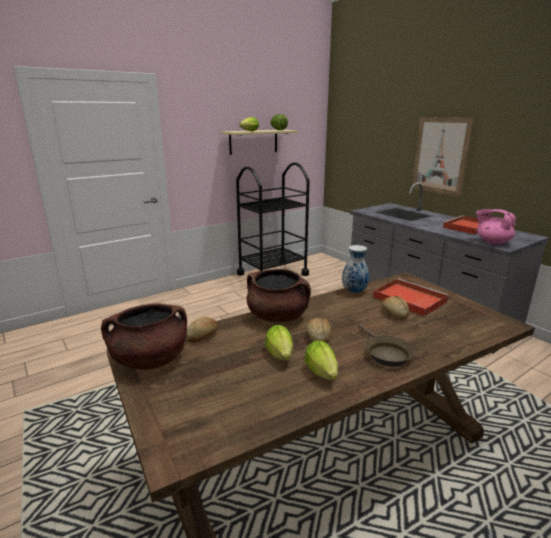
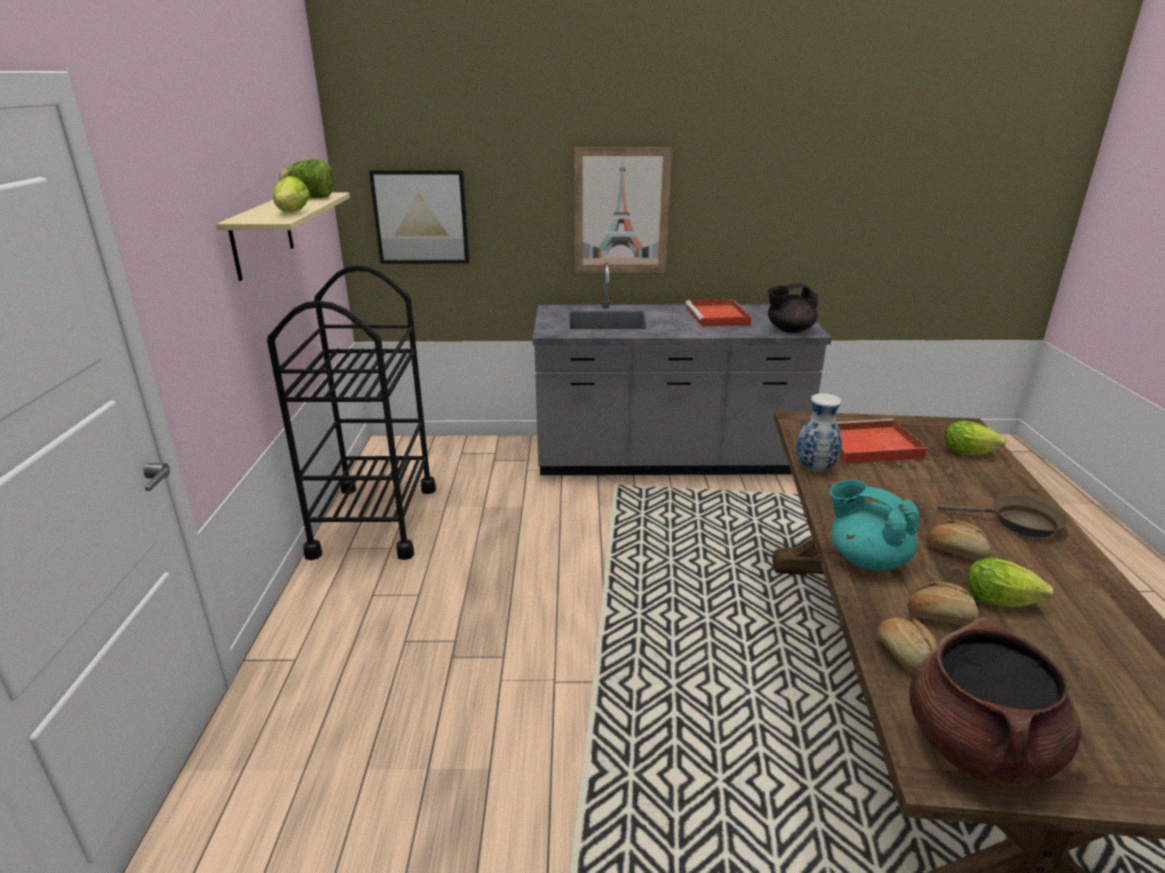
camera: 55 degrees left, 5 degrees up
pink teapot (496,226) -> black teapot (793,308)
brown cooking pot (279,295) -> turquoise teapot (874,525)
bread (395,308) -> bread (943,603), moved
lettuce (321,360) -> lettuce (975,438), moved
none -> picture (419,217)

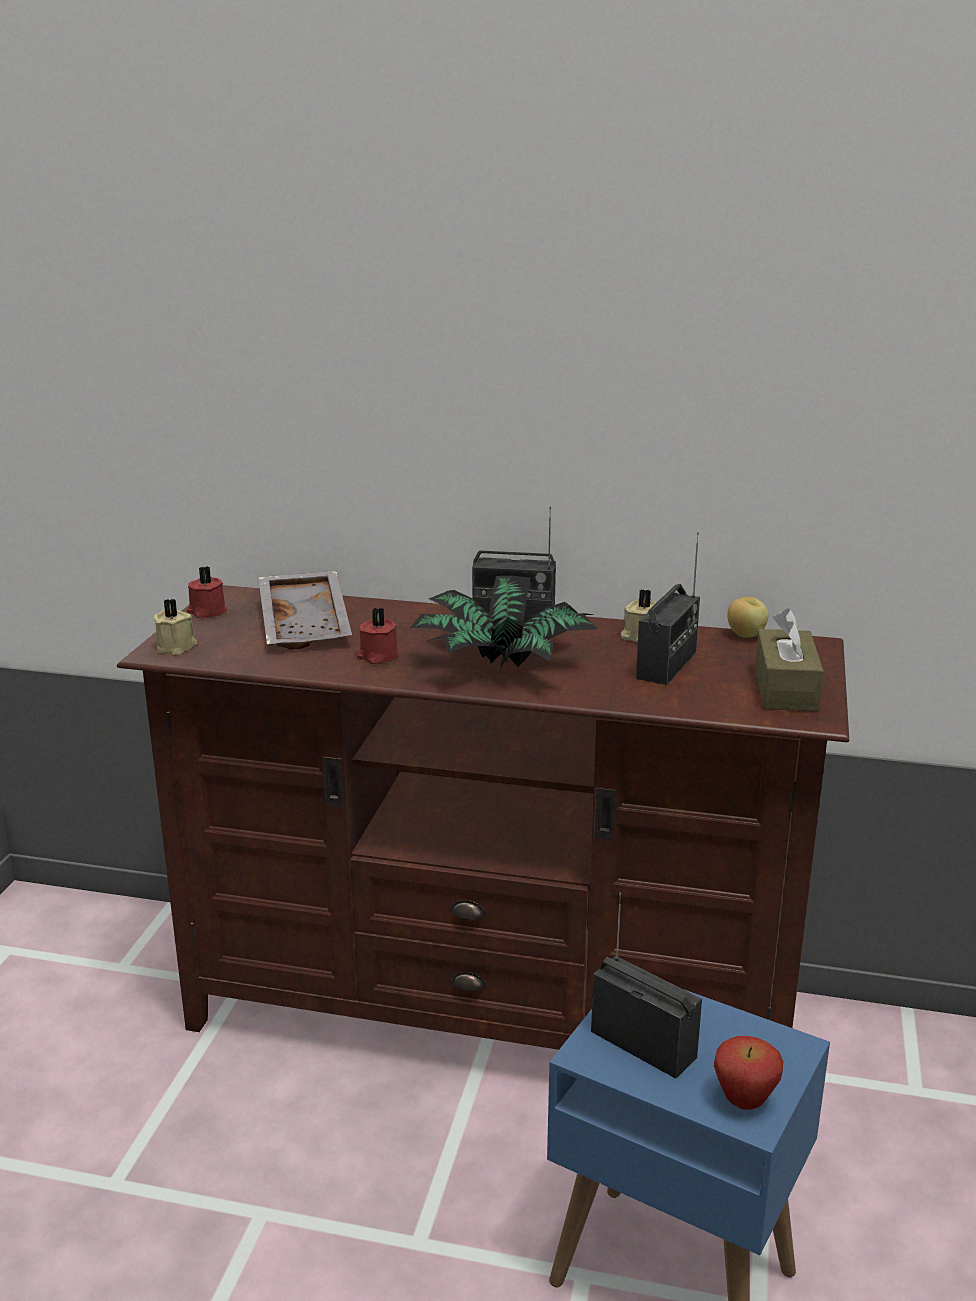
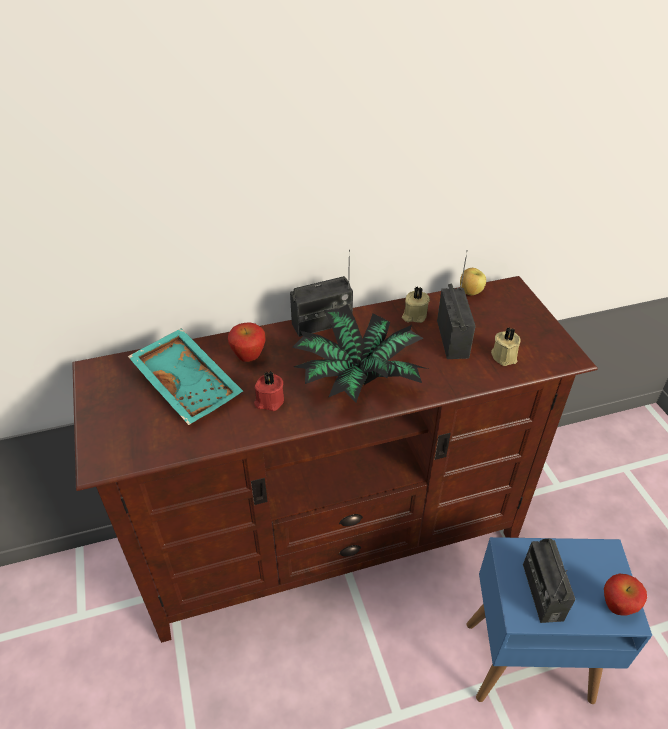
camera: 30 degrees left, 20 degrees up
red candle (207,592) -> none
grey tray (305,610) -> turquoise tray (185,376)
beige candle (175,627) -> beige candle (506,347), moved
brown tissue box (789,660) -> none
radio (646,985) -> radio (549,580), 105 degrees counterclockwise
none -> apple (246,342)

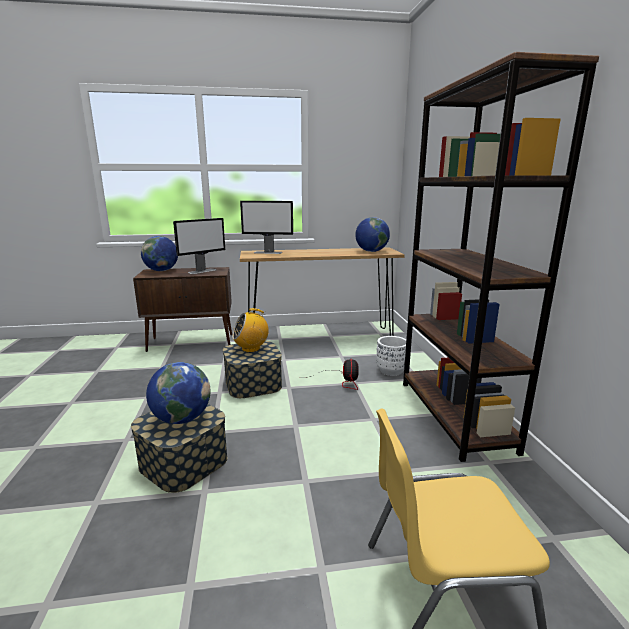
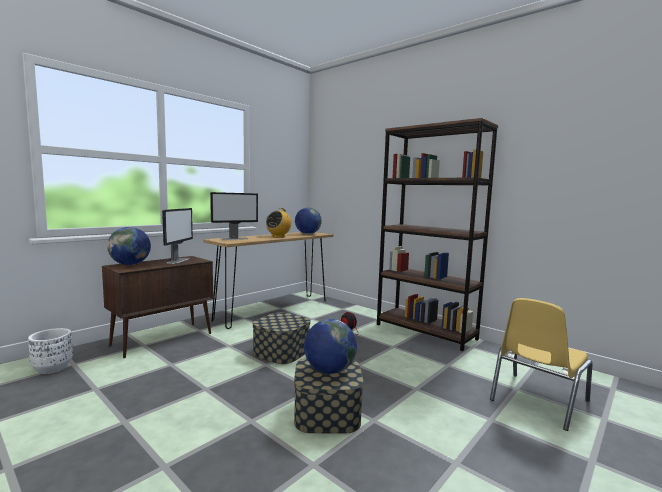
camera: 40 degrees left, 10 degrees down
radio (250,330) -> radio (278,223), moved
white planter (391,356) -> white planter (50,351), moved

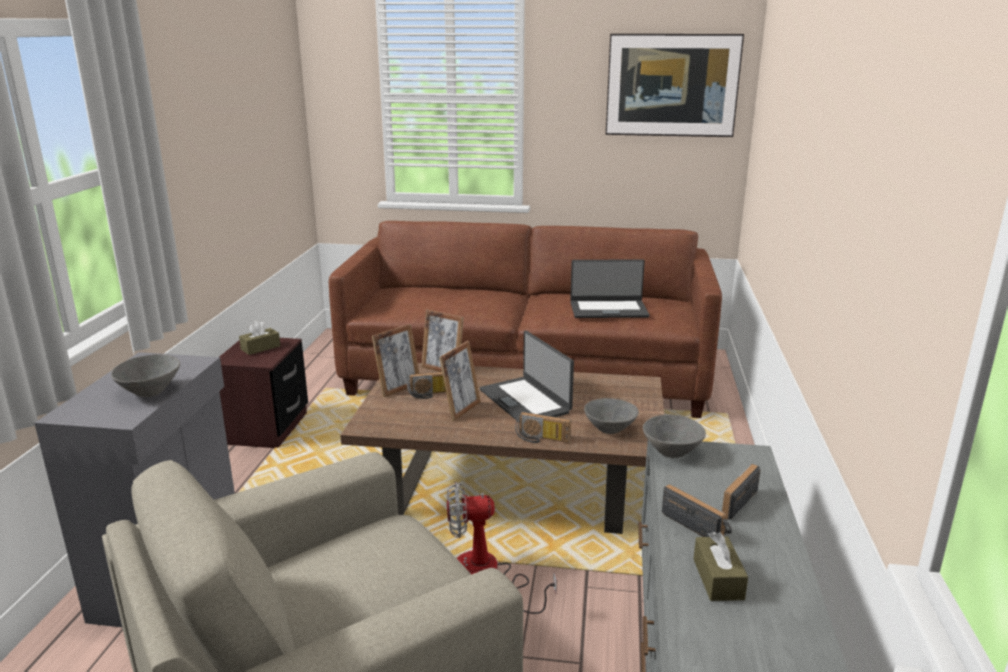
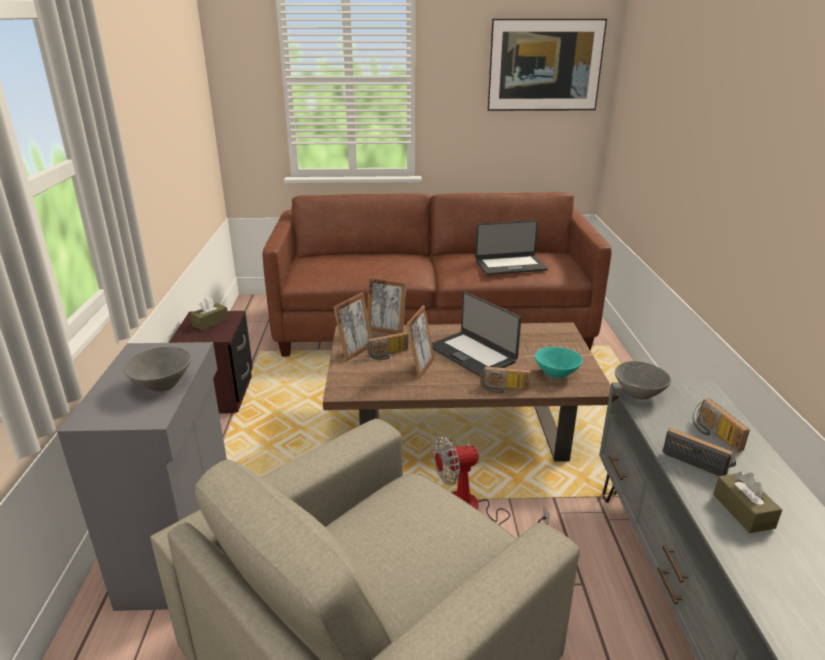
camera: 10 degrees left, 5 degrees up
grey bowl (611,416) -> turquoise bowl (559,363)
radio (741,492) -> radio (721,425), 45 degrees counterclockwise

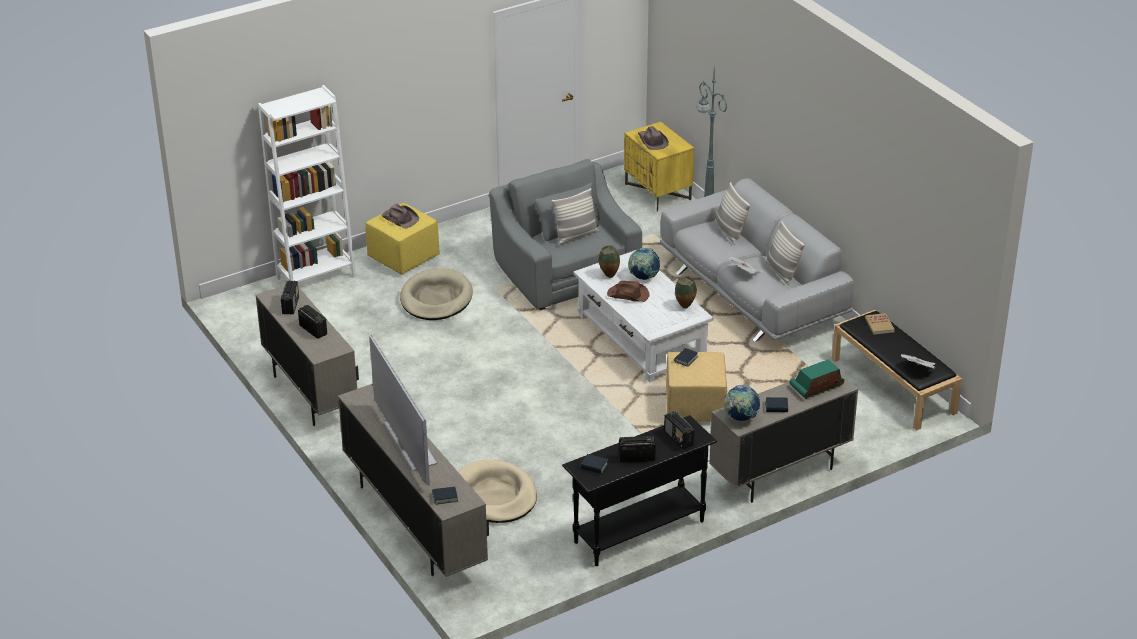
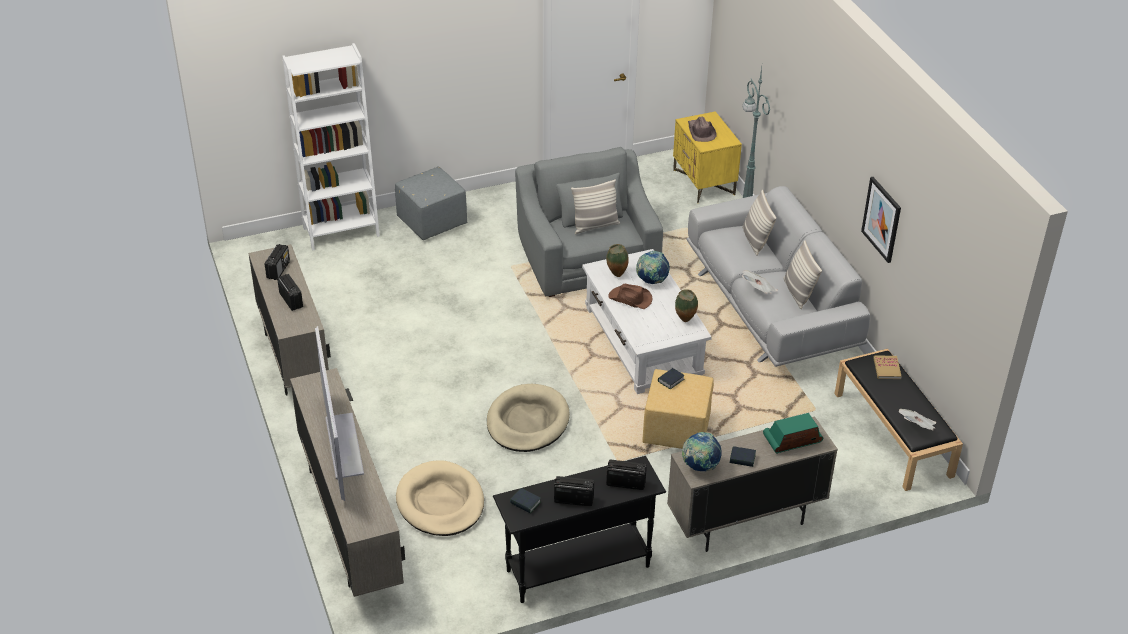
camera: 10 degrees right, 5 degrees up
yellow ottoman (402,238) -> grey ottoman (431,203)
brown hat (400,216) -> none
beige dog bed (436,294) -> beige dog bed (528,418), moved
radio (679,430) -> radio (626,474), 120 degrees clockwise
book (445,496) -> none
none -> picture (881,220)

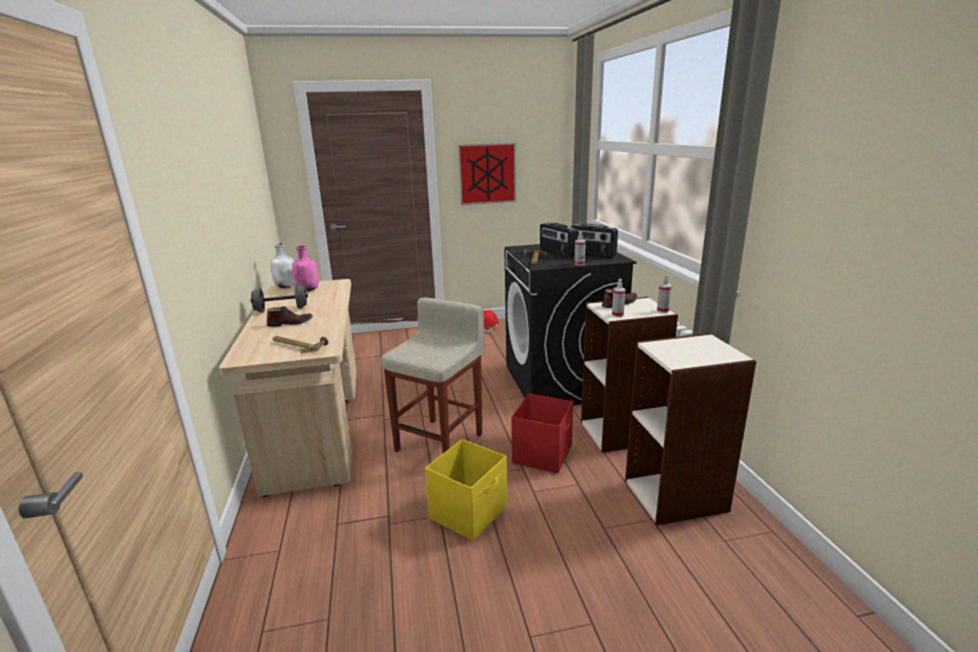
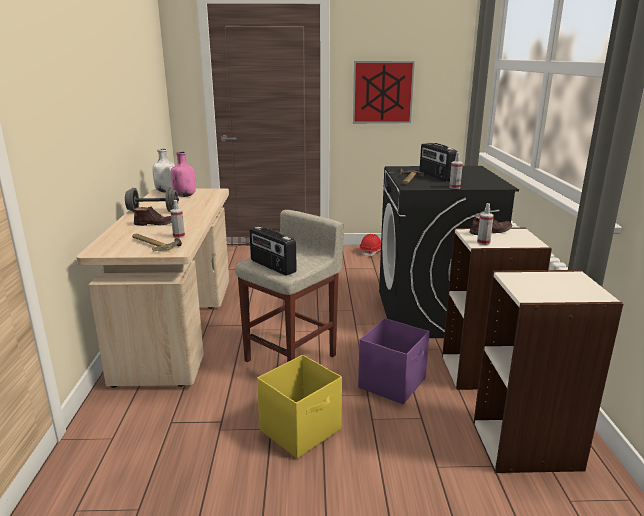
camera: 10 degrees right, 0 degrees up
radio (594,241) -> radio (273,251), moved
spray bottle (664,294) -> spray bottle (177,219), moved
red storage box (542,433) -> purple storage box (394,361)

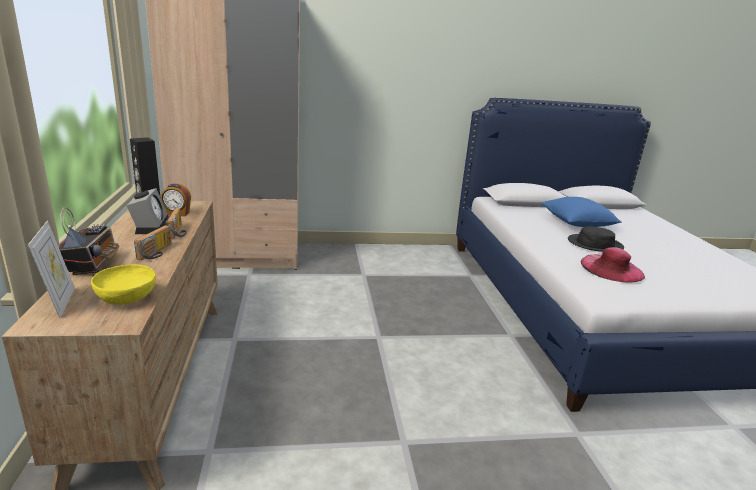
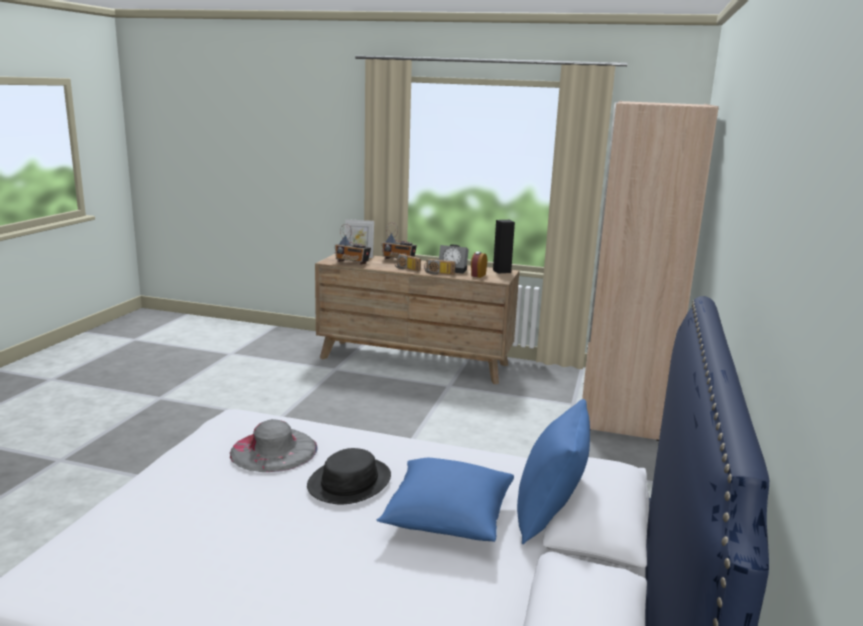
camera: 115 degrees right, 5 degrees down
pink hat (612,265) -> grey hat (273,445)
yellow bowl (123,284) -> radio (353,244)
none -> blue pillow (553,471)

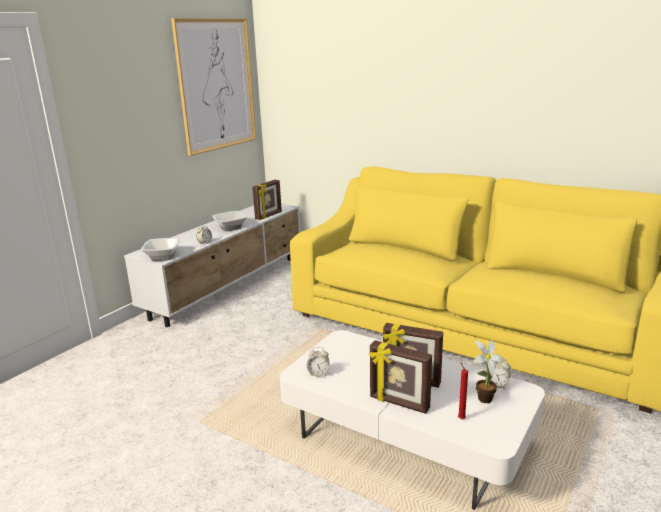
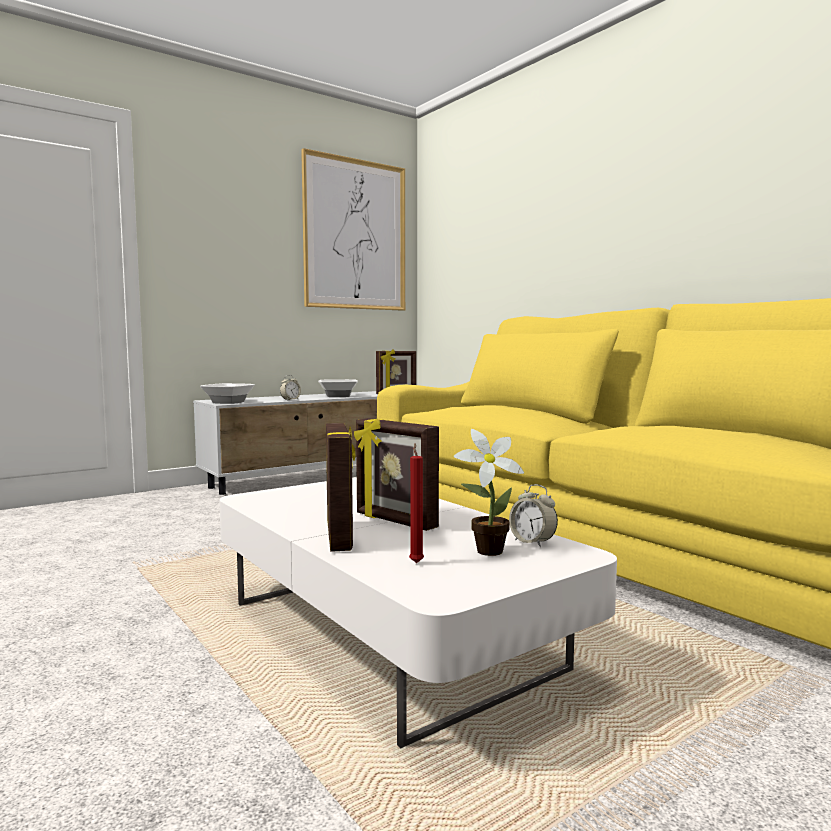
camera: 20 degrees right, 15 degrees down
picture frame (400,377) -> picture frame (340,487), 150 degrees counterclockwise
alarm clock (317,362) -> none

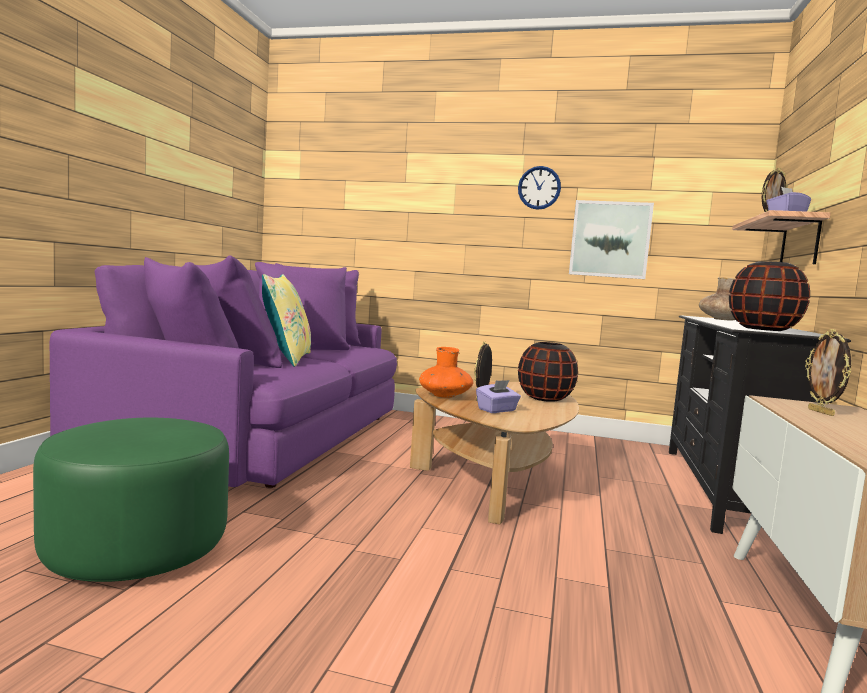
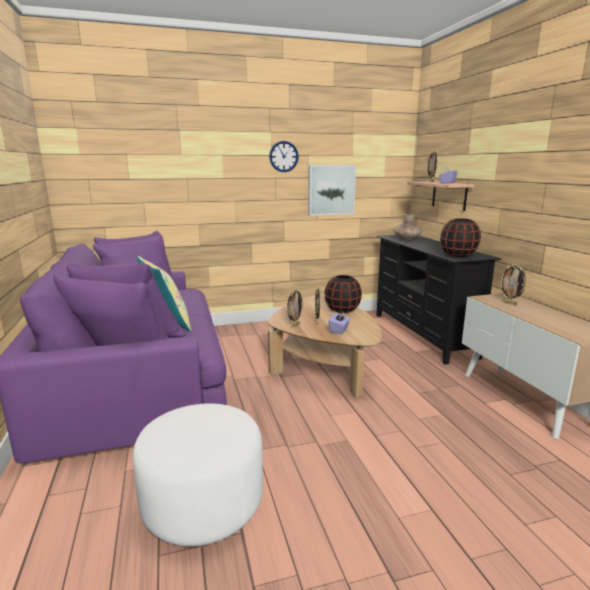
camera: 30 degrees left, 10 degrees up
orange vase (446,372) -> picture frame (295,308)
green ottoman (131,500) -> white ottoman (198,475)

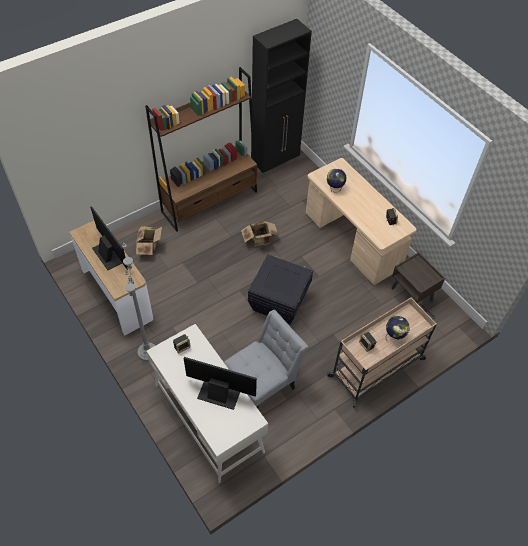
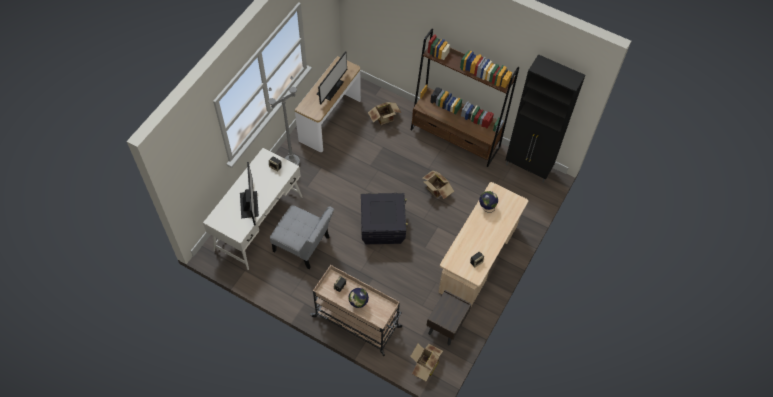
camera: 65 degrees right, 5 degrees up
none -> cardboard box (426,362)

